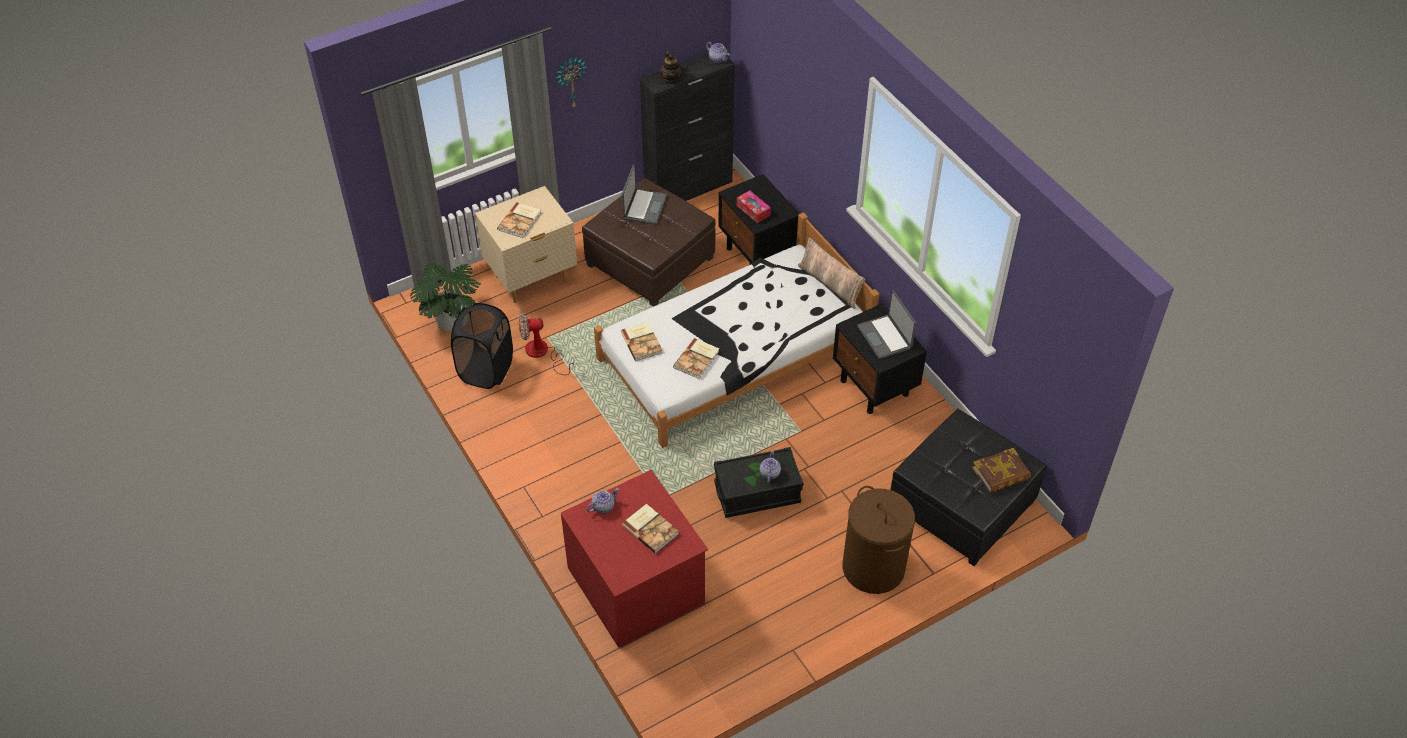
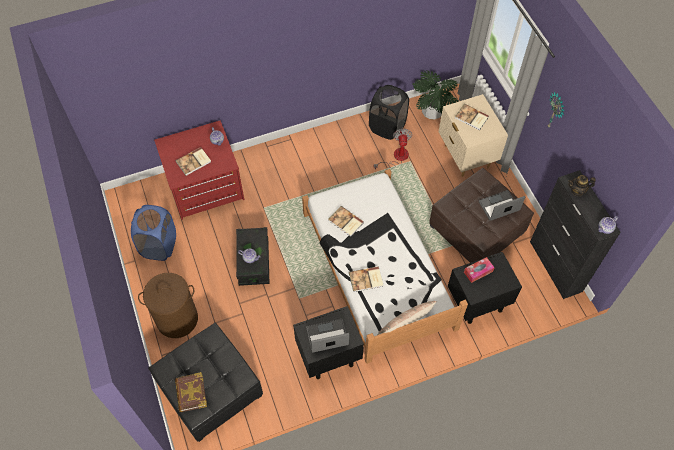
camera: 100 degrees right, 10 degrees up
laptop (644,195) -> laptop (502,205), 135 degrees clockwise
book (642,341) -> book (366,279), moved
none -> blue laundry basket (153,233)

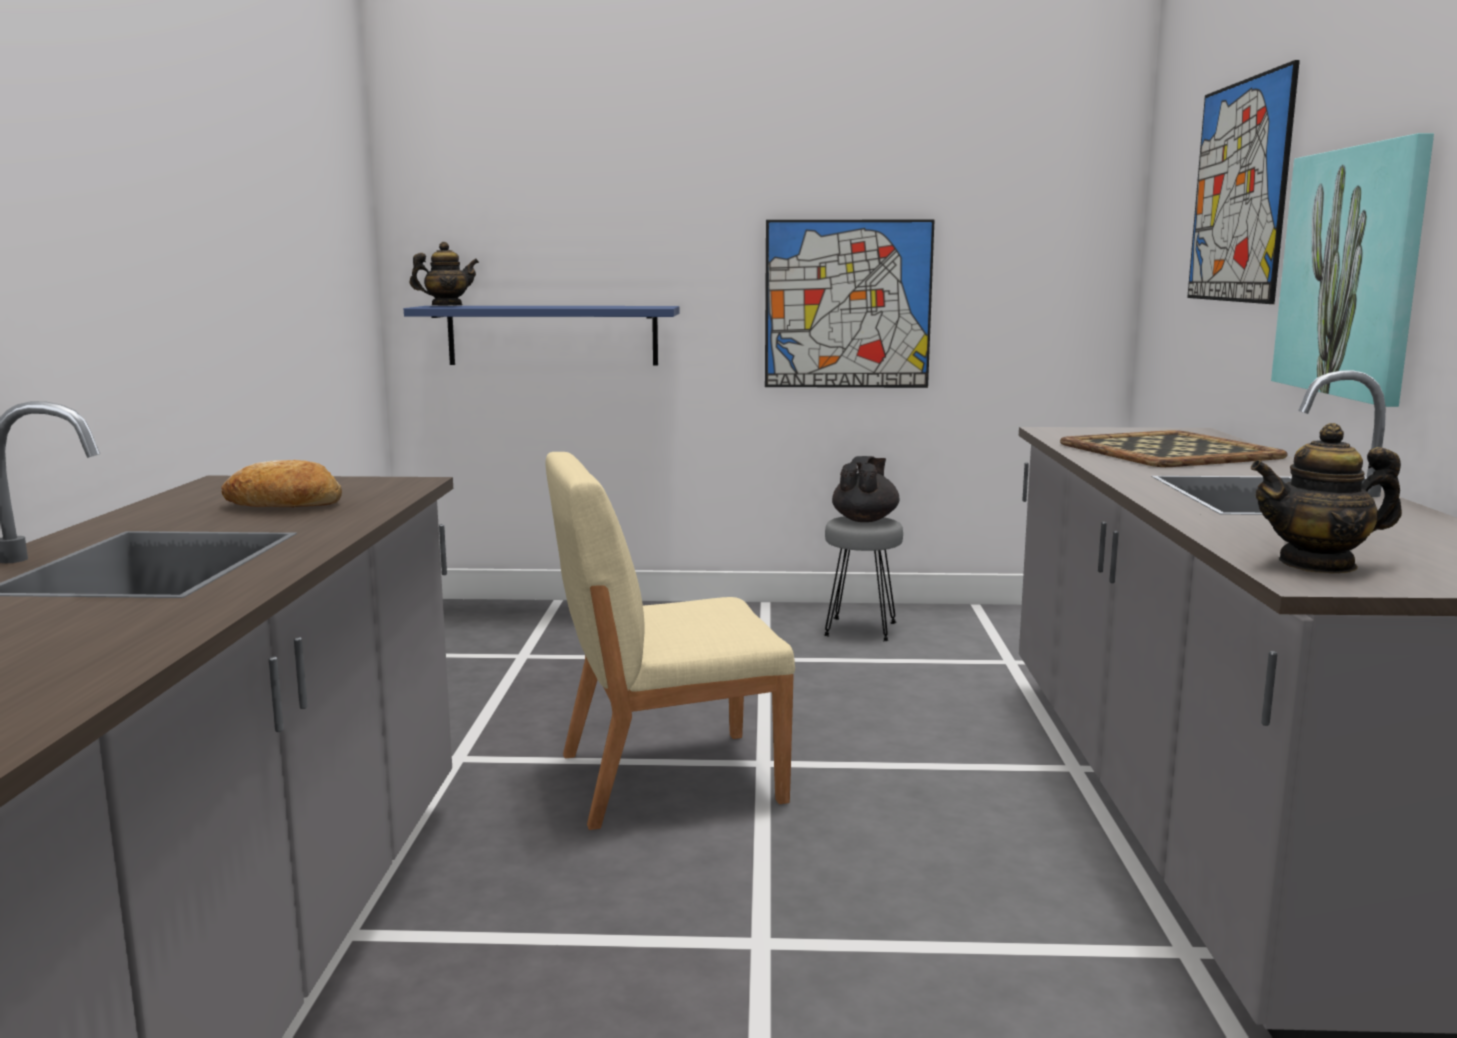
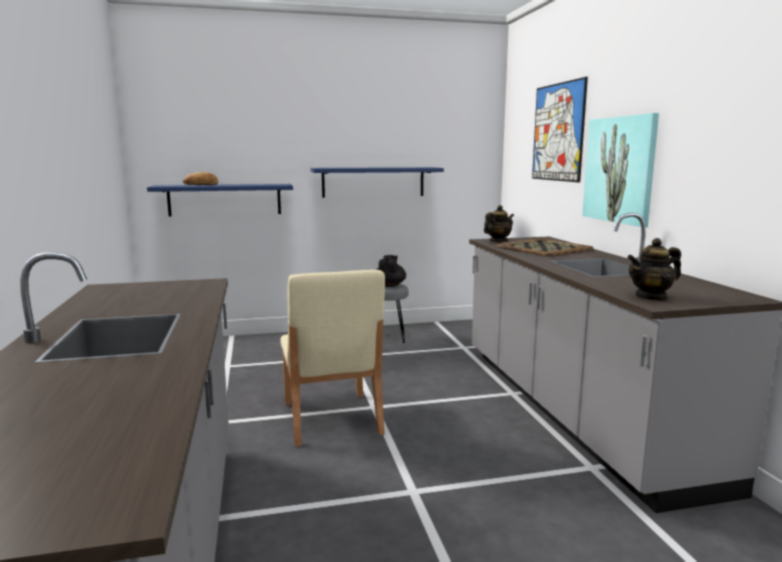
camera: 15 degrees left, 0 degrees up
picture (849,304) -> blue shelf (377,182)
teapot (444,273) -> teapot (499,223), moved
beige chair (670,641) -> beige chair (332,358), 75 degrees counterclockwise
bread (281,484) -> bread (200,178), moved

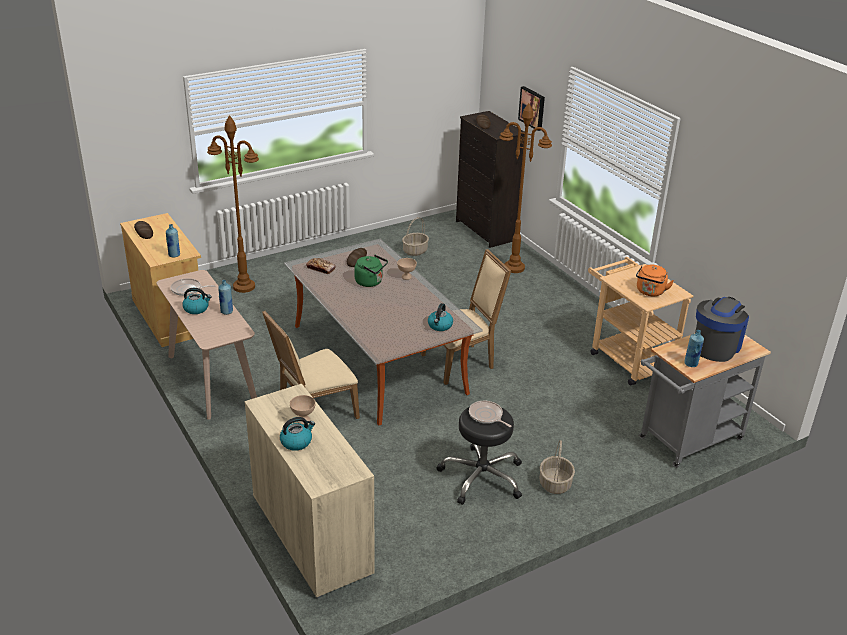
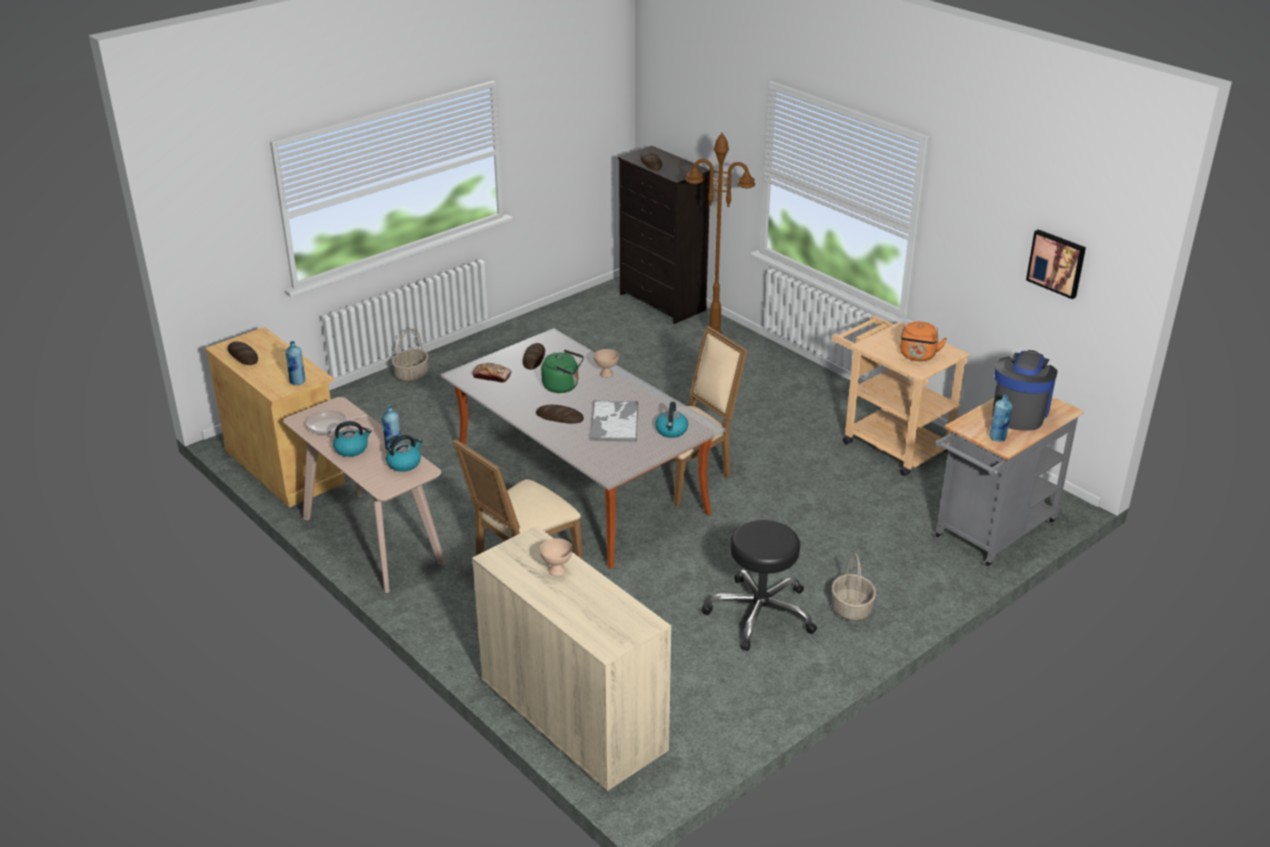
camera: 10 degrees left, 0 degrees up
picture (531,108) -> picture (1056,264), moved
brown floor lamp (233,204) -> none
basket (415,236) -> basket (410,355), moved
frying pan (490,414) -> none
kettle (297,434) -> kettle (404,453), moved
none -> tray (614,421)
none -> bread (560,414)

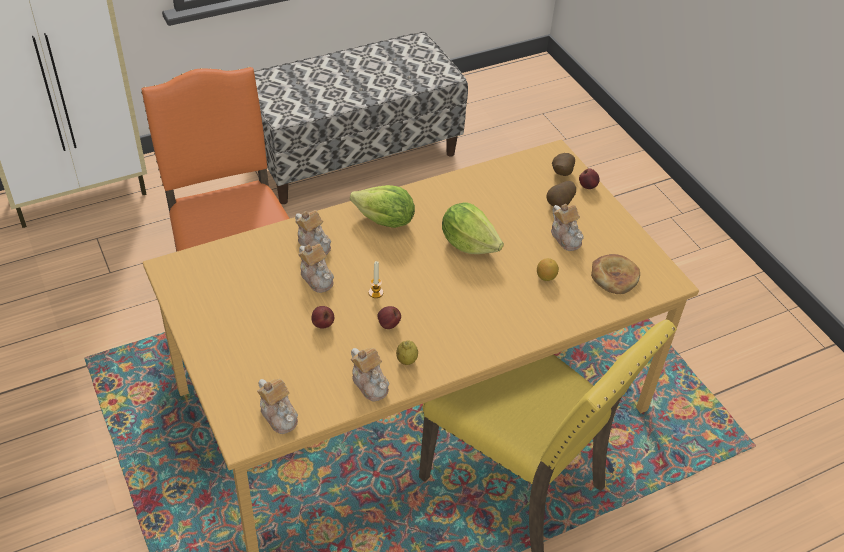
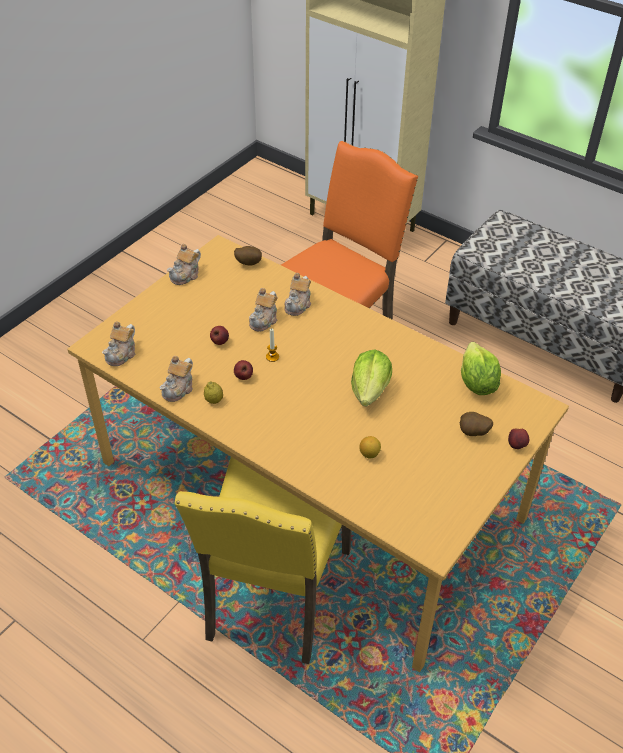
camera: 65 degrees right, 0 degrees up
potato (563,164) -> potato (248,256), moved
lettuce (382,206) -> lettuce (481,368), moved
teapot (567,227) -> teapot (184,264), moved
bread (615,274) -> none

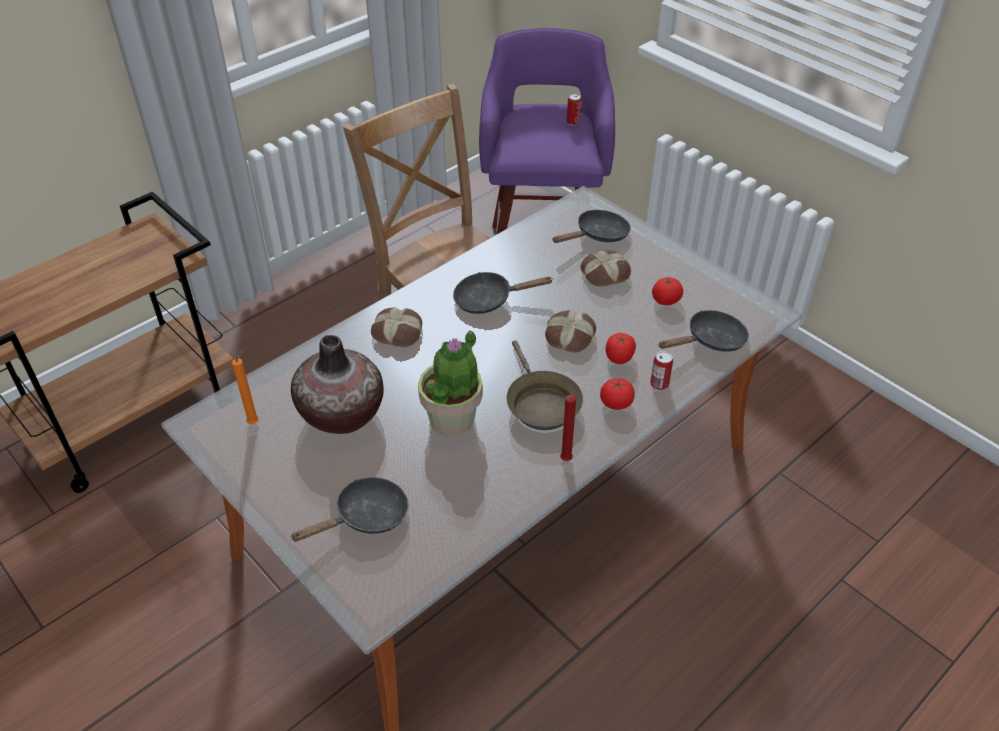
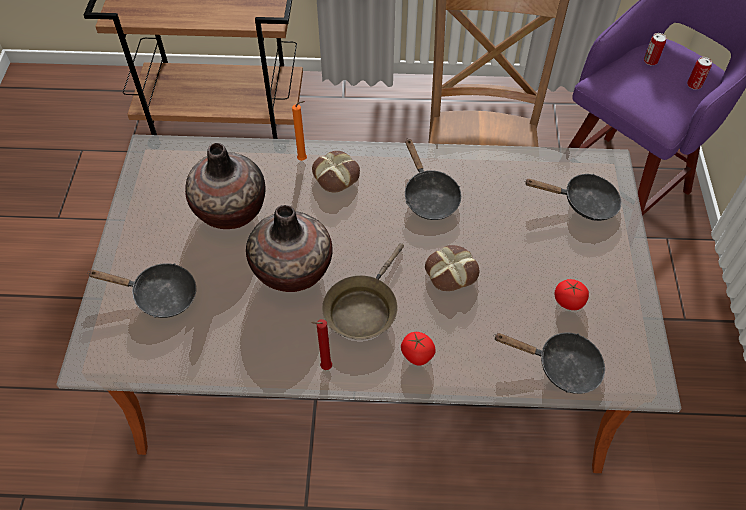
camera: 45 degrees right, 10 degrees up
bread (606,268) -> none
black frying pan (502,293) -> black frying pan (433,179), 150 degrees counterclockwise
potted plant (450,383) -> vase (289,248)
tomato (620,348) -> none
orange candle (245,386) -> orange candle (299,131), moved
can (661,370) -> can (655,49), moved

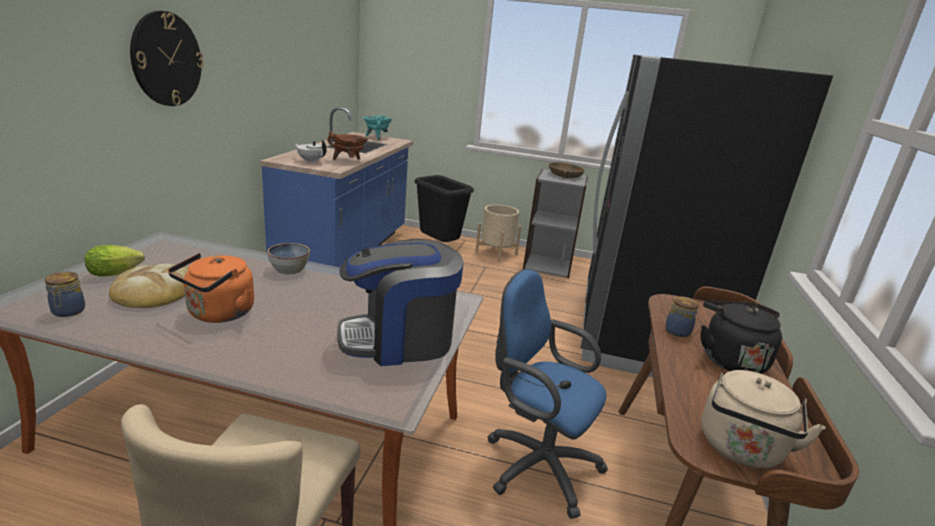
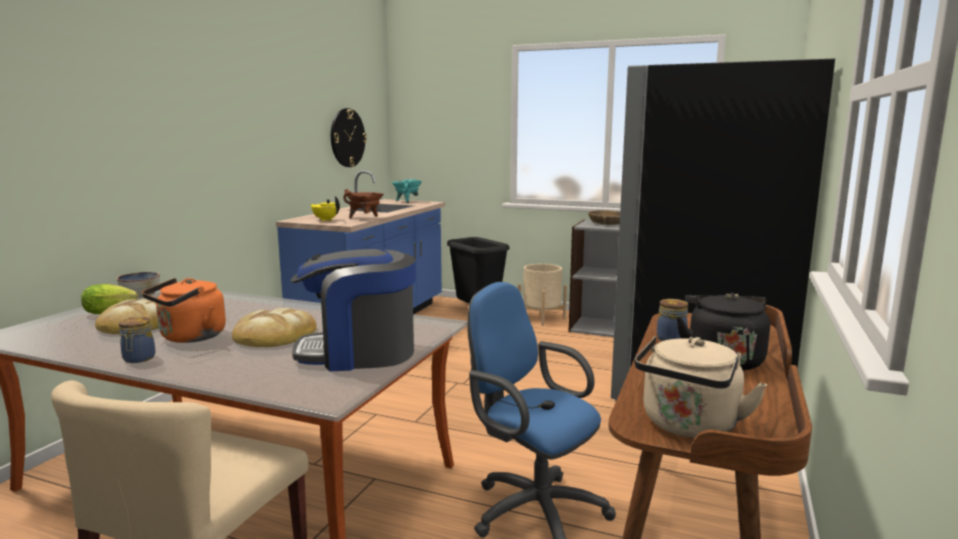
camera: 10 degrees right, 10 degrees down
wall clock (167,58) -> wall clock (349,137), moved
white teapot (311,151) -> yellow teapot (325,208)
bowl (288,258) -> bowl (138,285), moved
jar (65,294) -> jar (137,340), moved
none -> bread (274,327)

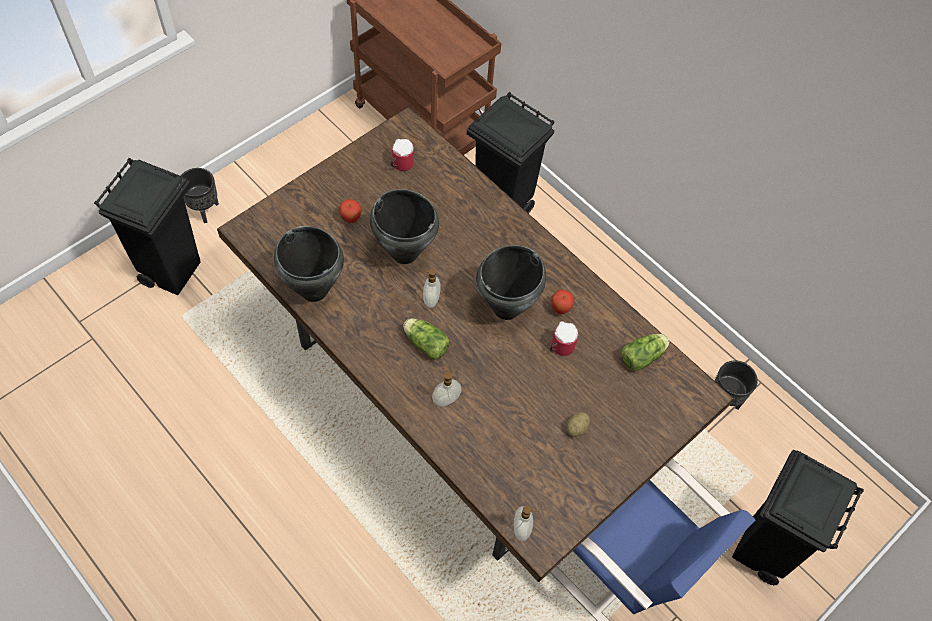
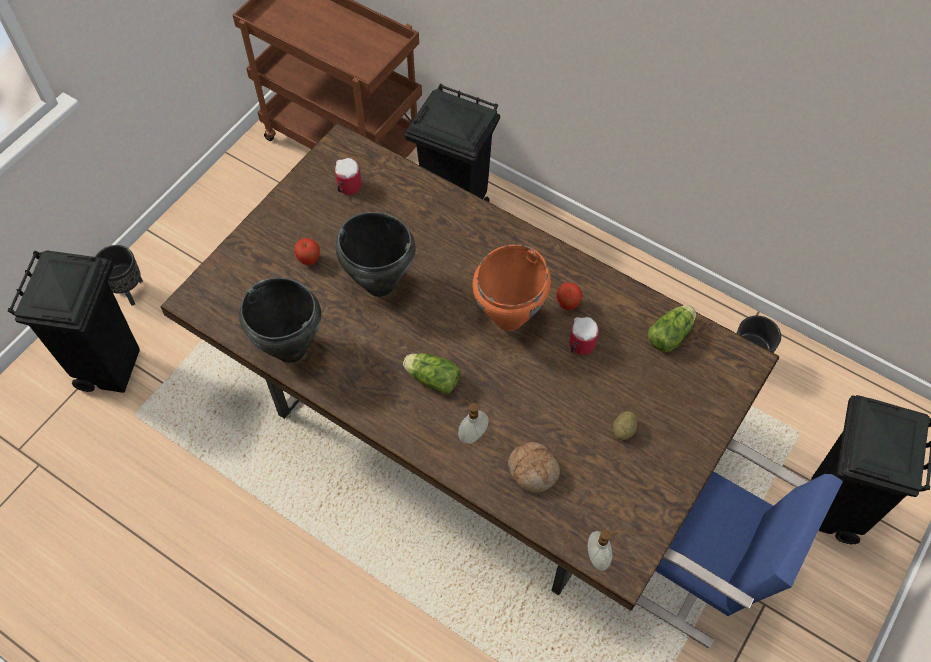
camera: 10 degrees left, 0 degrees up
black cooking pot (511,282) -> orange cooking pot (511,287)
soap dispenser (431,288) -> none
none -> bread (534,467)

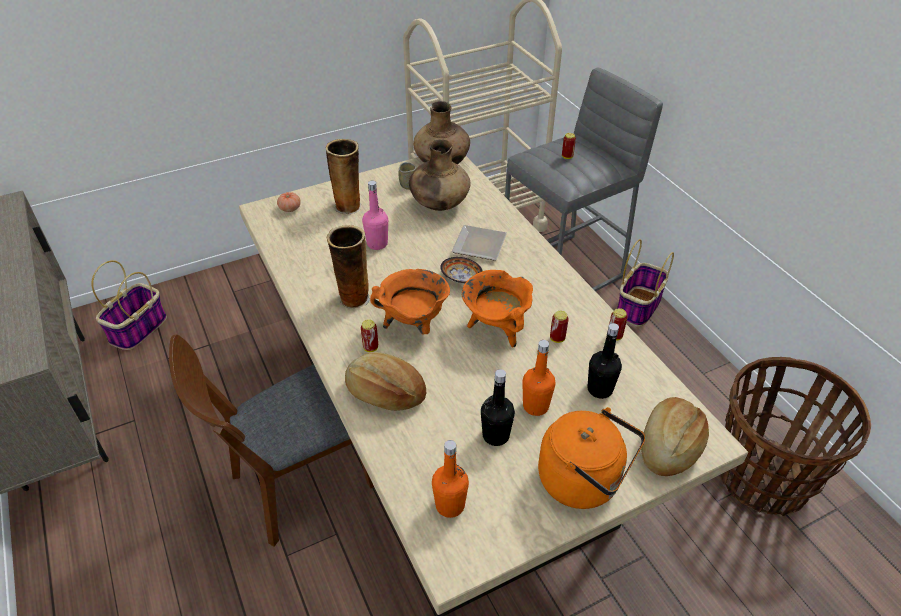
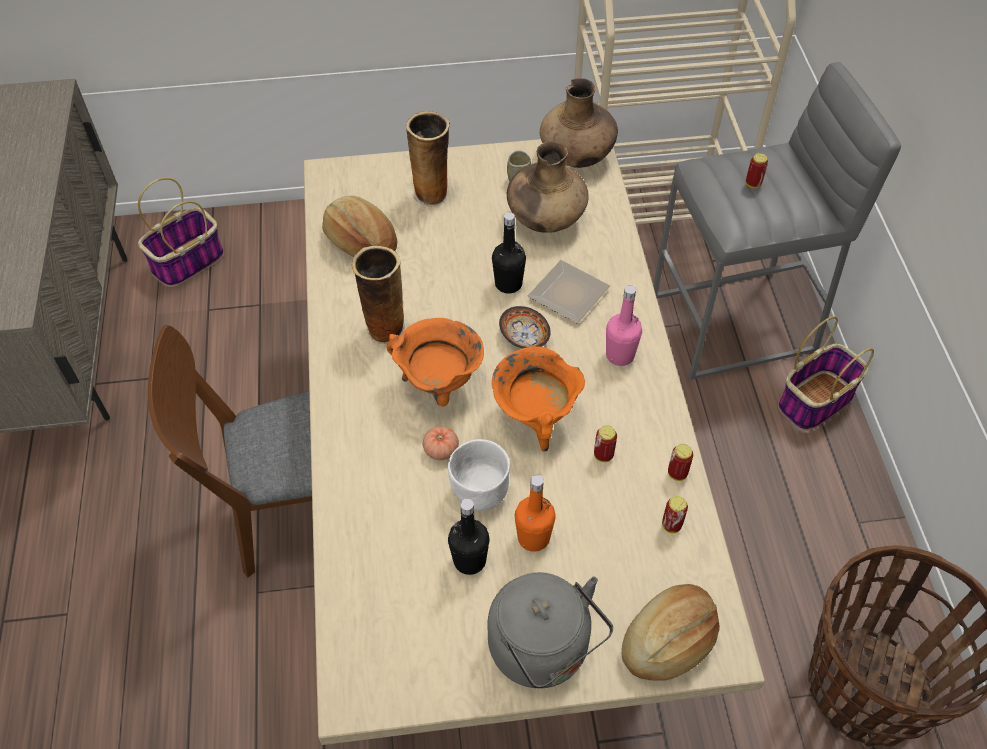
camera: 20 degrees right, 10 degrees up
pink bottle (375,215) -> pink bottle (624,325), moved
tomato (289,202) -> tomato (441,443), moved
can (369,336) -> can (675,514), moved
black bottle (604,361) -> black bottle (509,253), moved
bread (385,381) -> bread (360,226), moved
orange kettle (591,458) -> grey kettle (550,630)
orange bottle (450,479) -> none
none -> white bowl (479,475)

